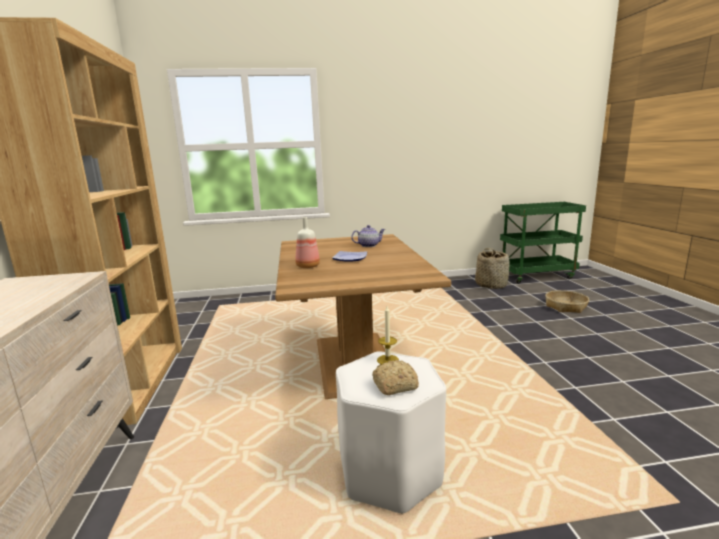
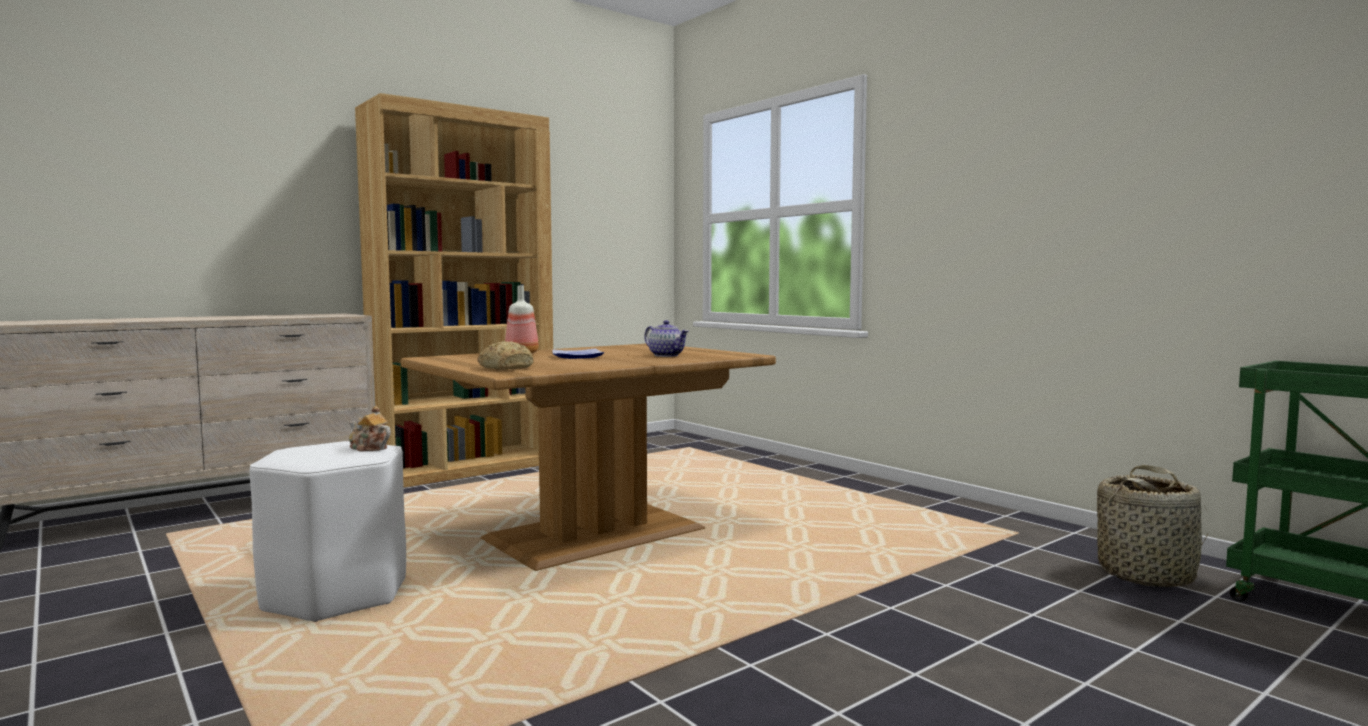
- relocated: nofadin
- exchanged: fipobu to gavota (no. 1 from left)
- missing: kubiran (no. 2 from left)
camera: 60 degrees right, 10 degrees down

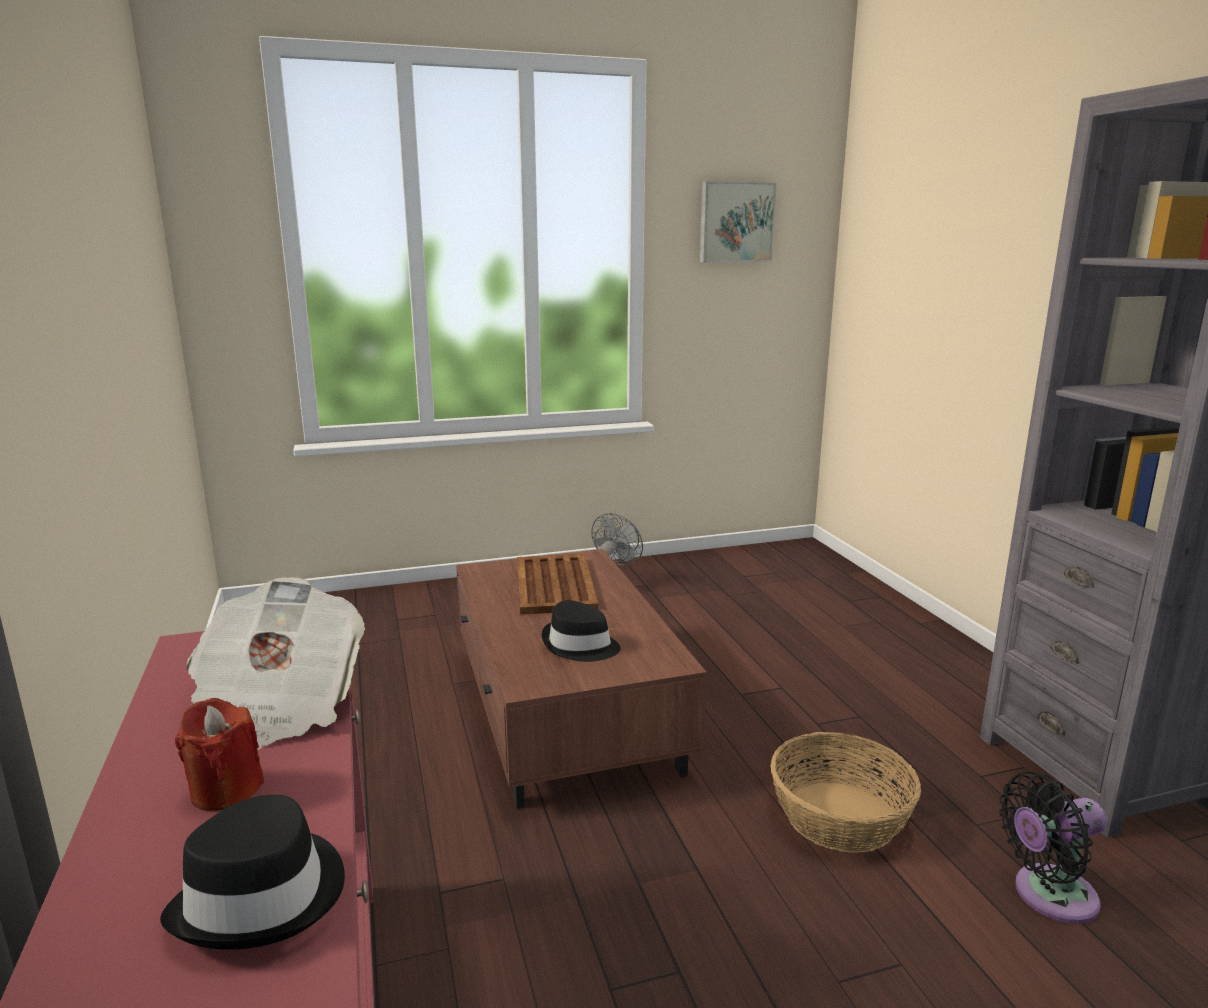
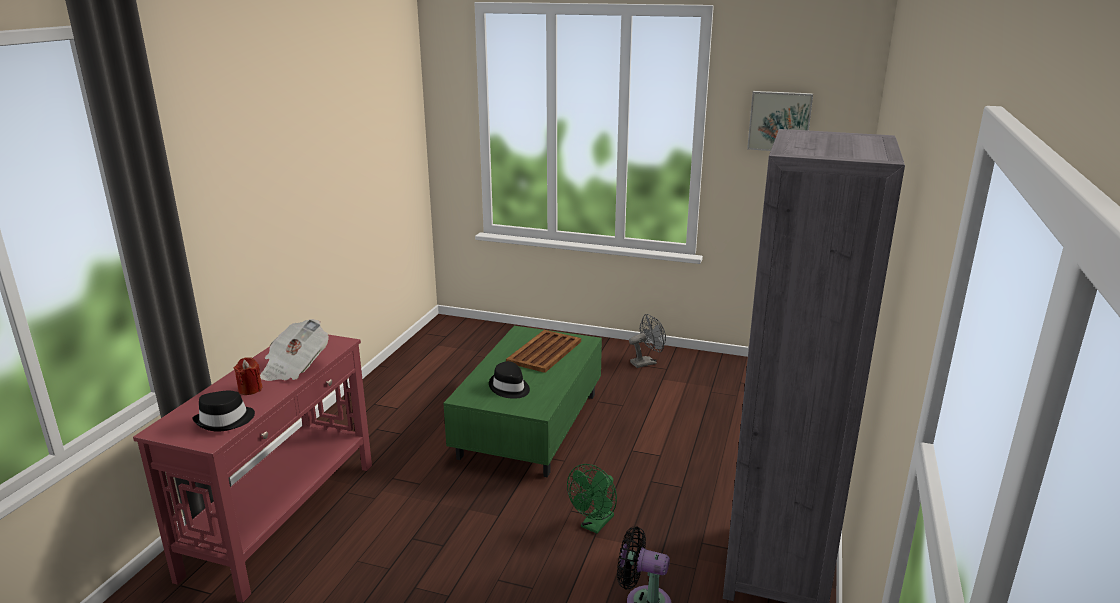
- colour: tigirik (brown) to tigirik (green)
- exchanged: kubiran to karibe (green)
camera: 35 degrees right, 5 degrees up

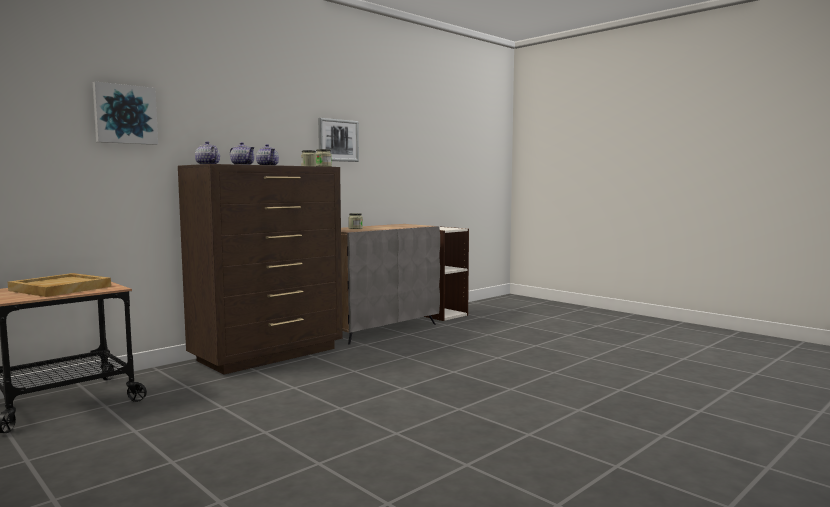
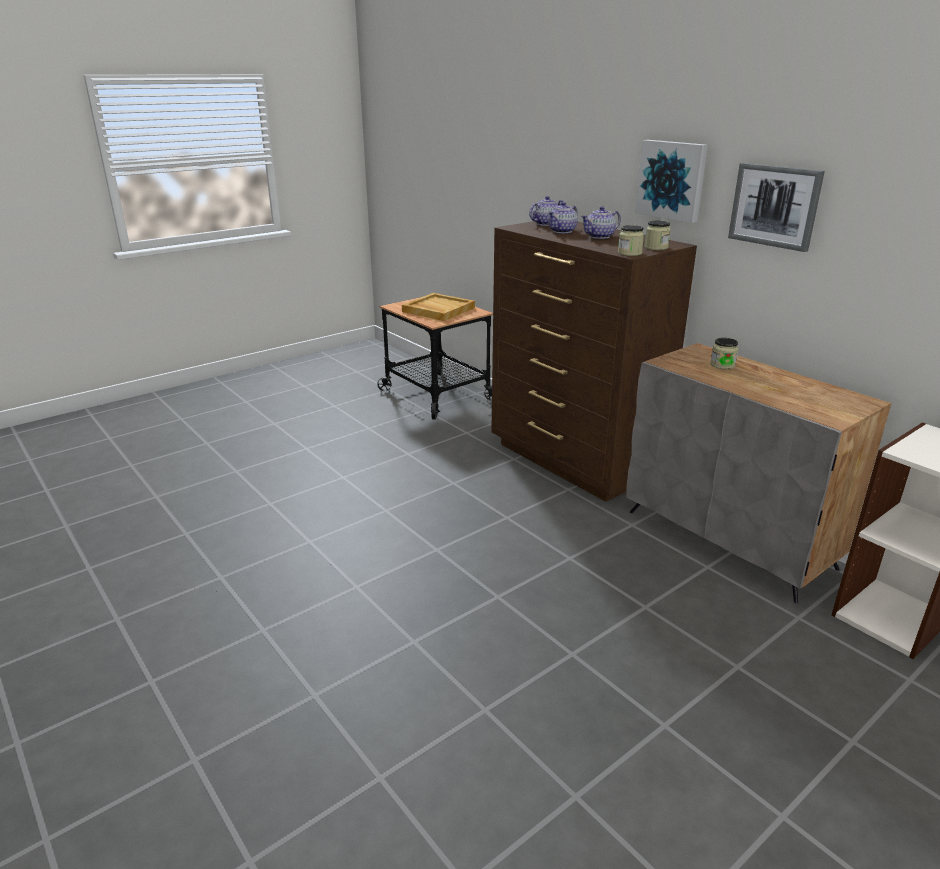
- relocated: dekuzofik (no. 1 from left)
camera: 95 degrees right, 20 degrees up

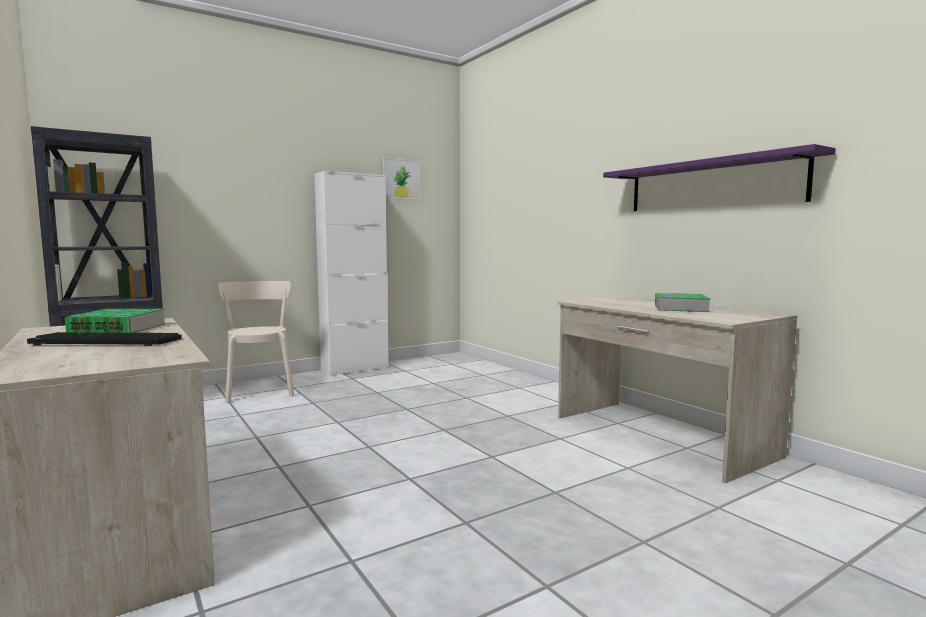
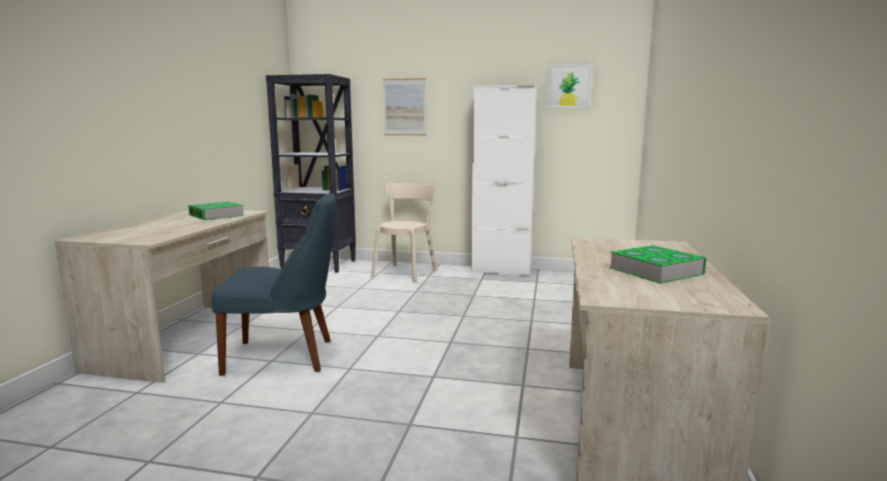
- missing: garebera
- missing: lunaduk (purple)
- appeared: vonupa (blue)
- appeared: dekuzofik (no. 1 from left)
camera: 45 degrees right, 5 degrees up

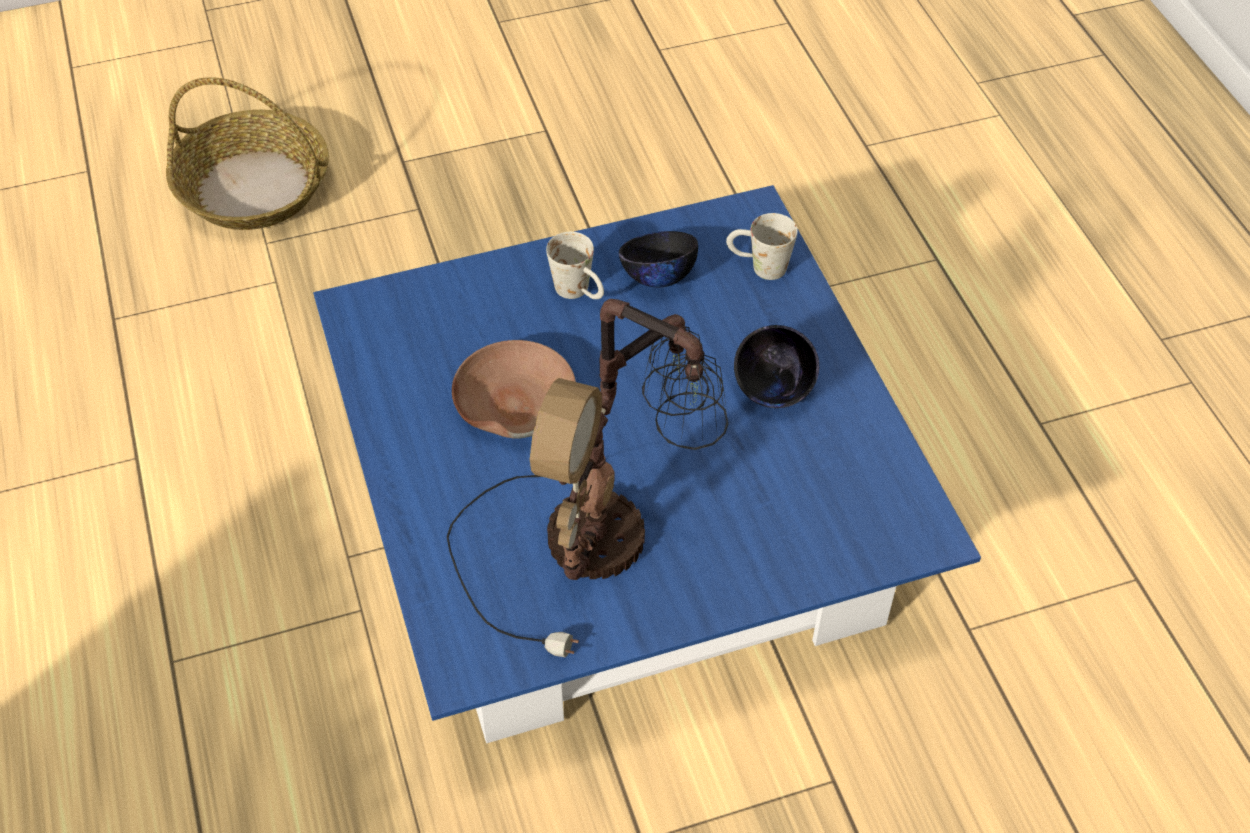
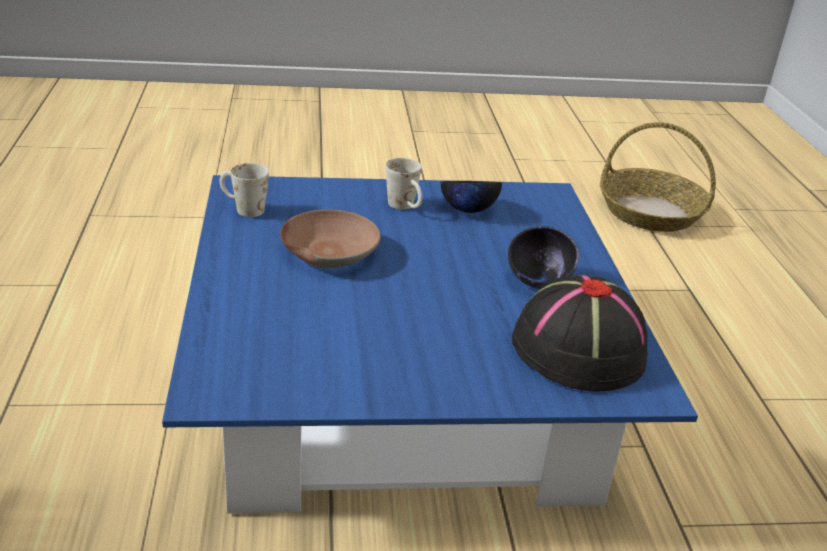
- relocated: kubiran
- missing: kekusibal
- relocated: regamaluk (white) (no. 2 from left in the first image) to regamaluk (white) (no. 1 from left)
- appeared: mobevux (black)
camera: 10 degrees right, 20 degrees down

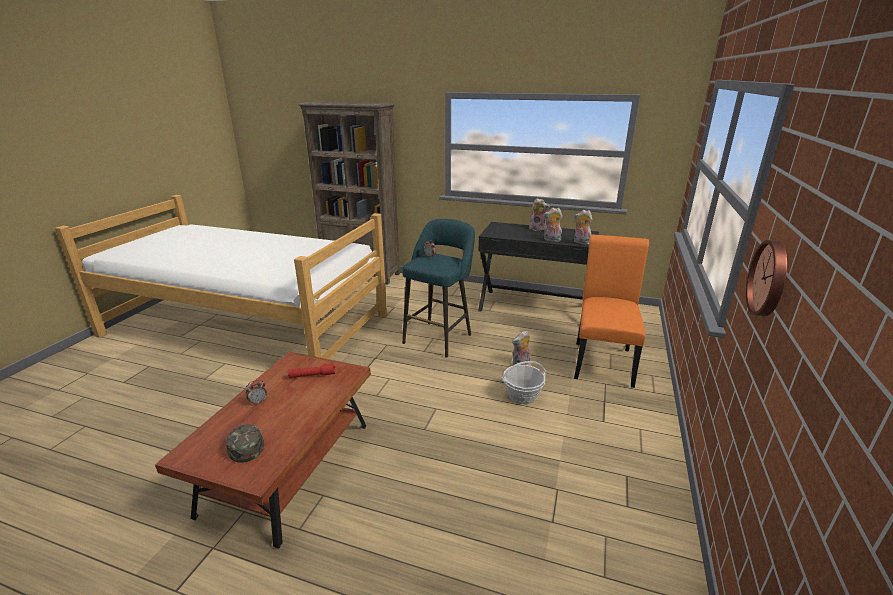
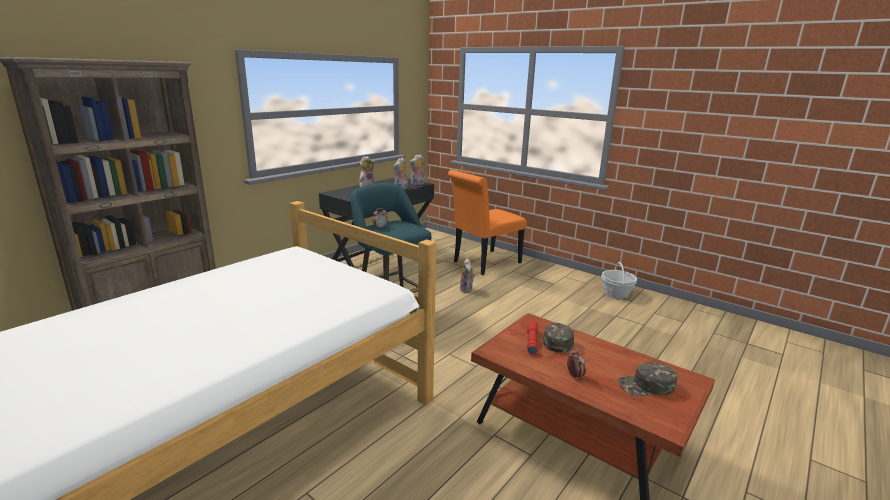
- relocated: kubiran
- spun: vonupa (orange) 75 degrees counterclockwise
- missing: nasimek
- appeared: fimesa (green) (no. 1 from left)
camera: 70 degrees left, 5 degrees down

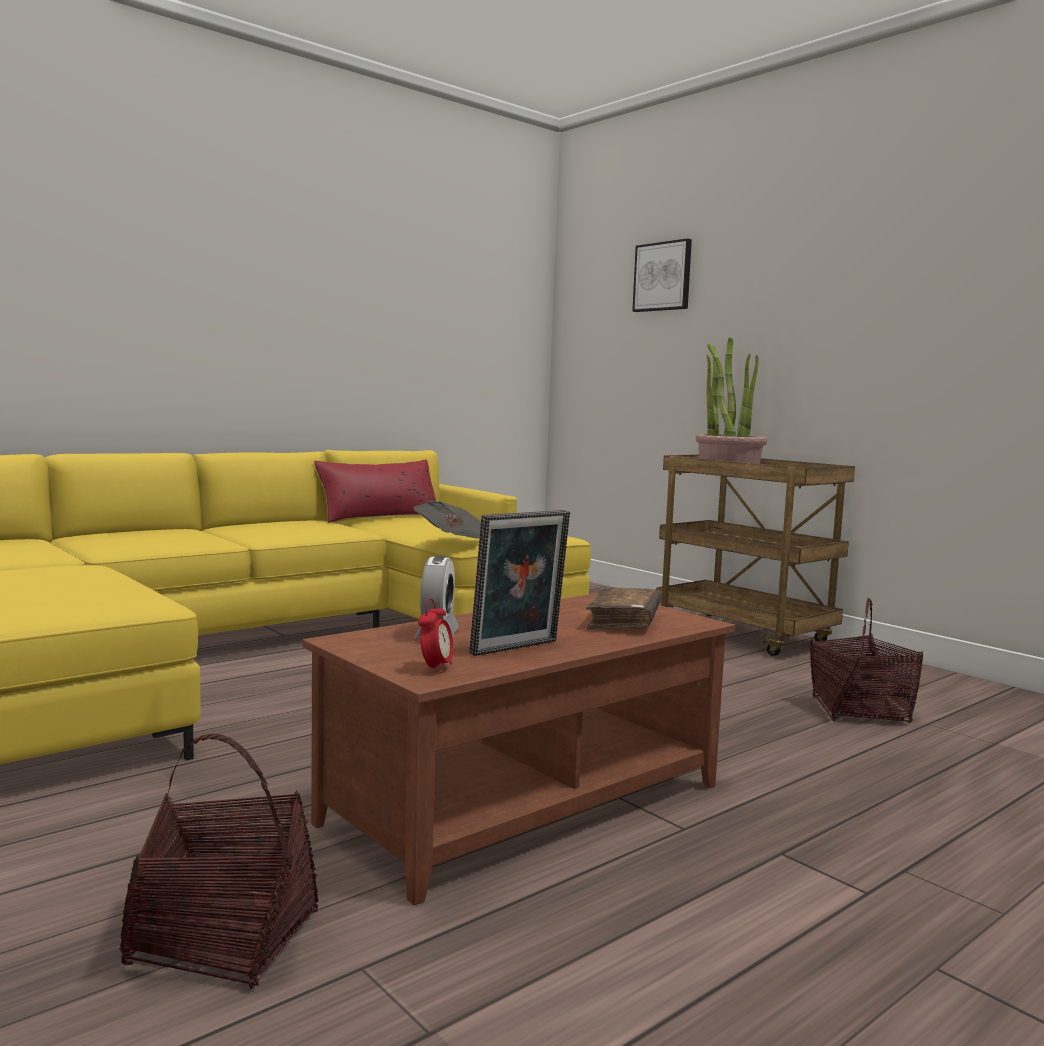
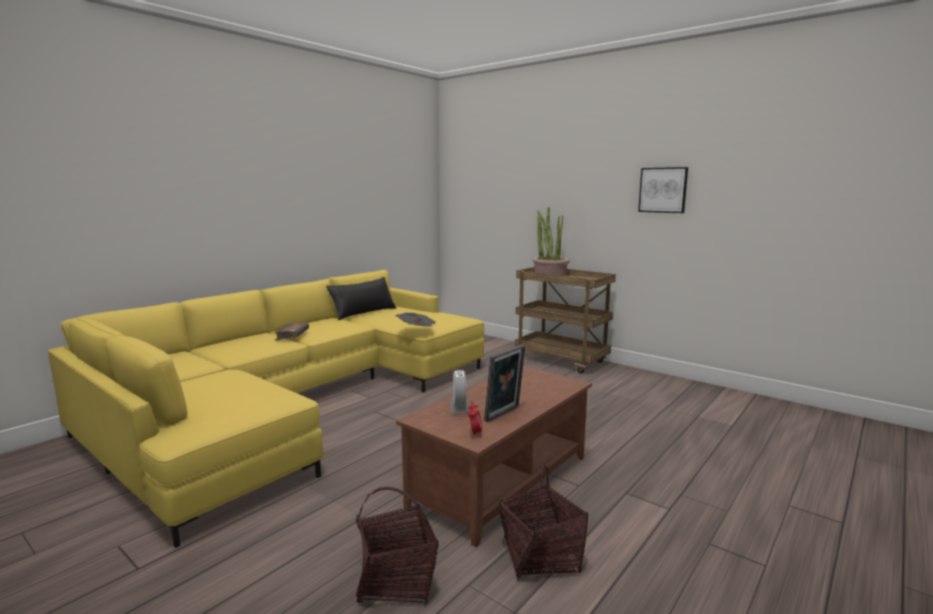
- colour: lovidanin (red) to lovidanin (black)
- relocated: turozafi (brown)
- relocated: dekuzofik
- relocated: kubiran (no. 2 from left)
camera: 10 degrees left, 5 degrees up

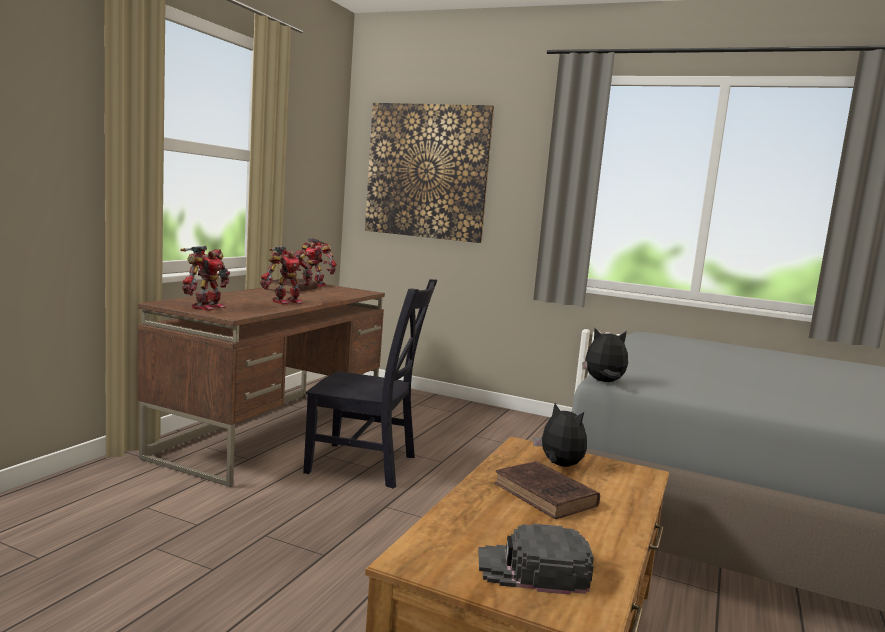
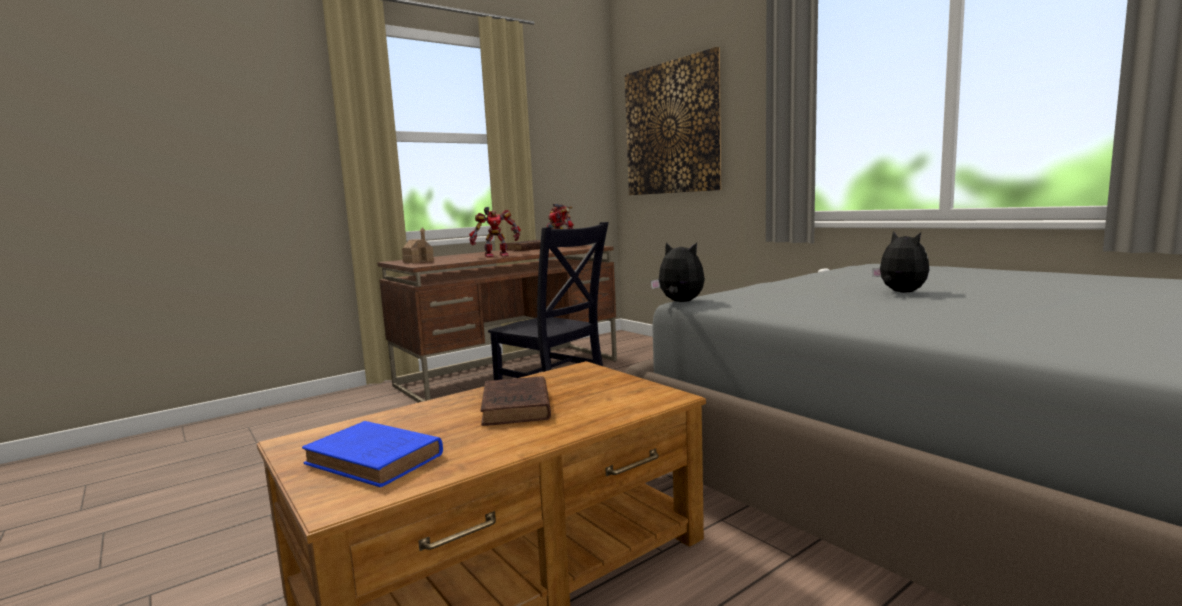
- exchanged: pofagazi (no. 1 from left) to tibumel
- exchanged: fimesa (black) to turozafi (blue)
- relocated: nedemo (no. 1 from left in the first image) to nedemo (no. 2 from left)
camera: 30 degrees right, 0 degrees up

